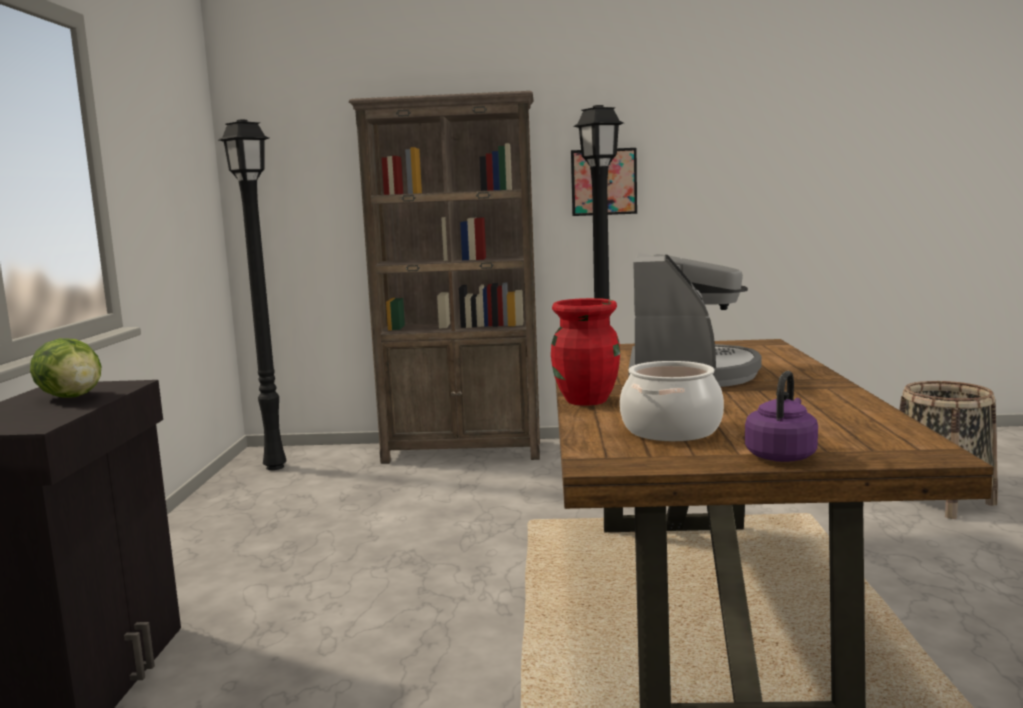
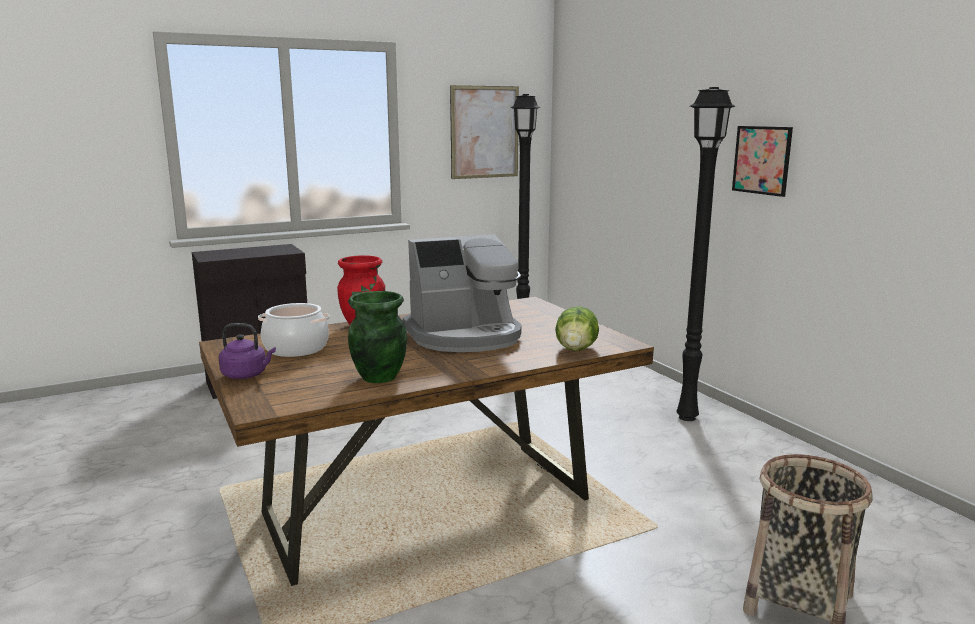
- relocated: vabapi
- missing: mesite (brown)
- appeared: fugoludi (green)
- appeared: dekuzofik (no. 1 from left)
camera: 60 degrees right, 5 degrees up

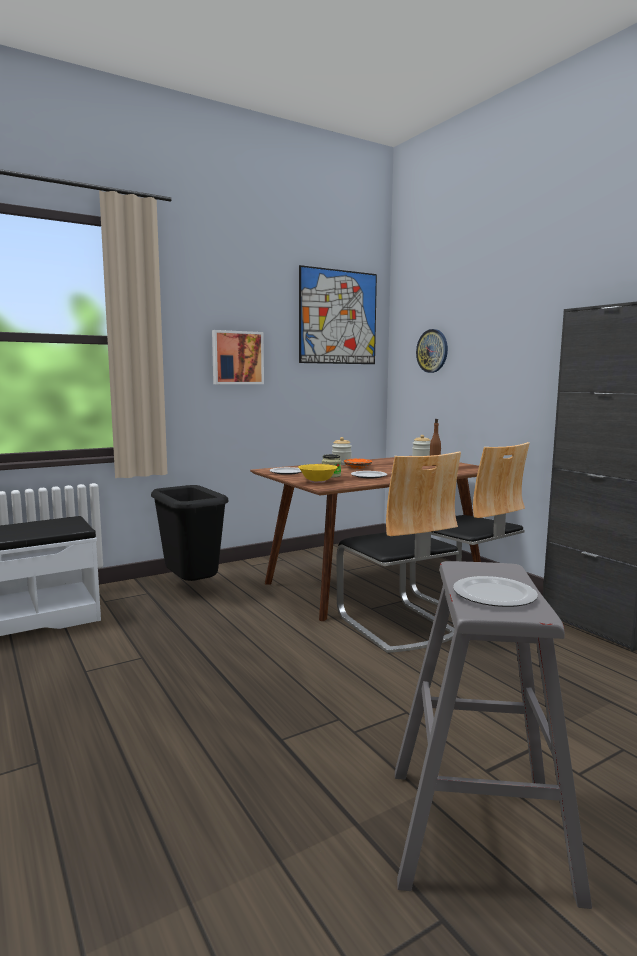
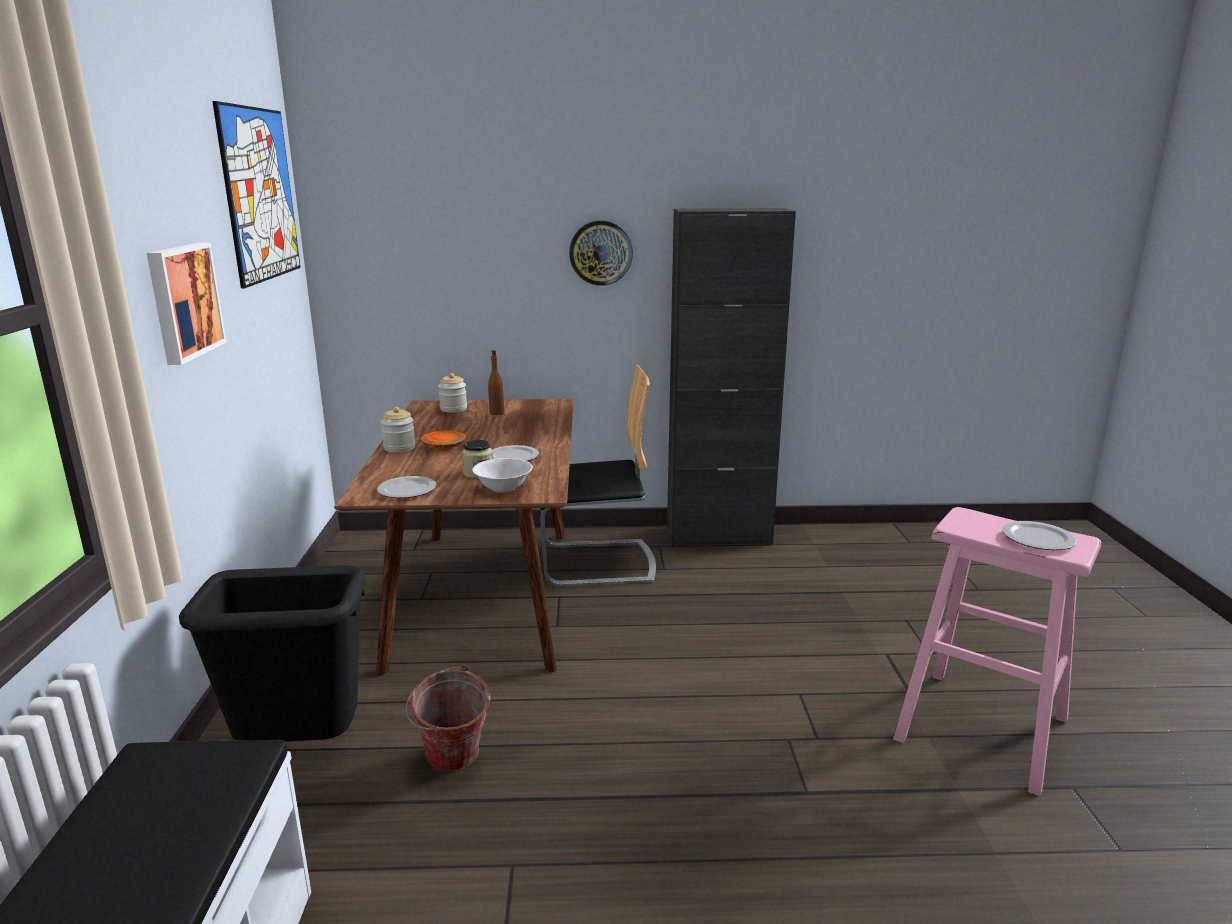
- colour: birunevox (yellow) to birunevox (white)
- missing: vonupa (no. 1 from left)
- colour: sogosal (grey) to sogosal (pink)
- relocated: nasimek
- appeared: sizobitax
camera: 60 degrees left, 10 degrees up

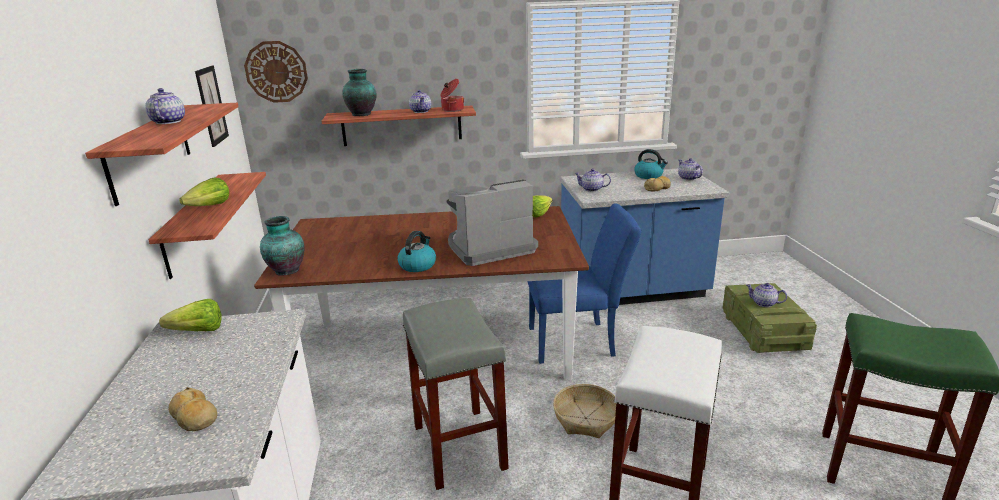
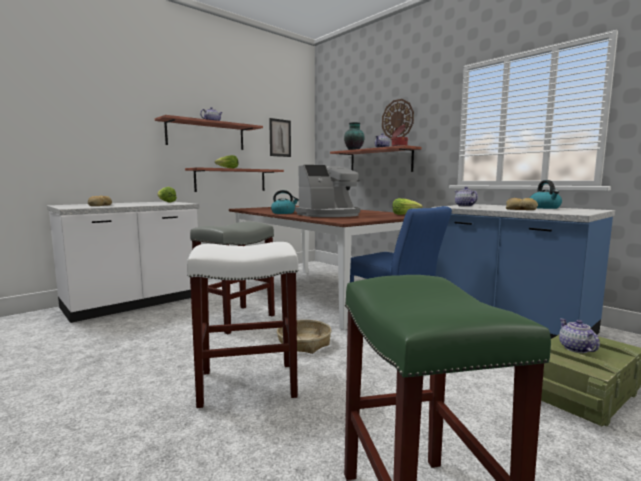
- relocated: nasimek
- missing: fugoludi (no. 1 from left)
- spun: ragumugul 120 degrees clockwise
- missing: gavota (no. 4 from left)
camera: 55 degrees right, 15 degrees down

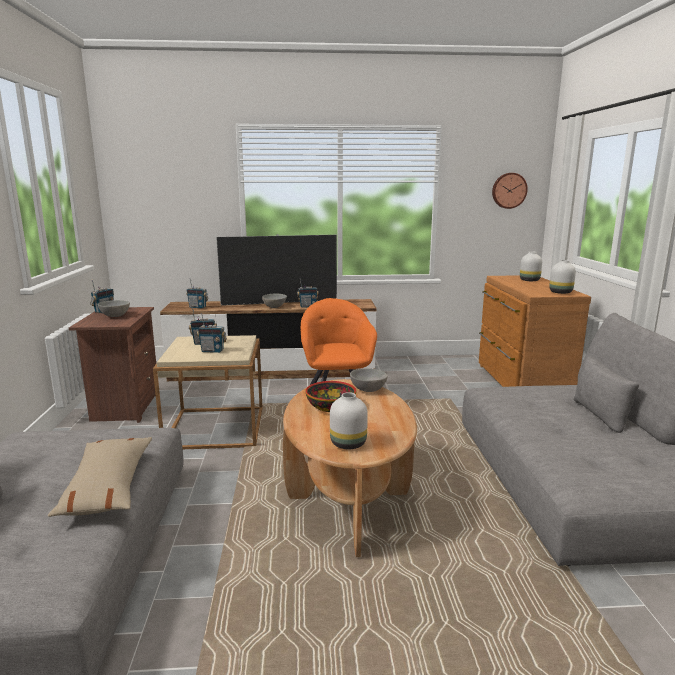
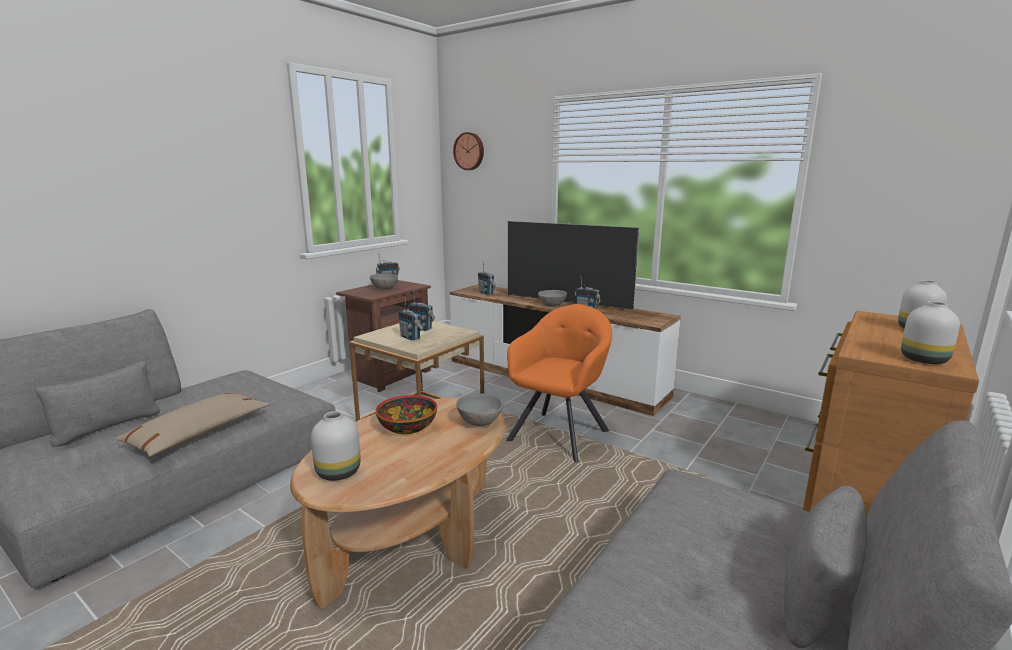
- relocated: nasimek
camera: 40 degrees right, 0 degrees up

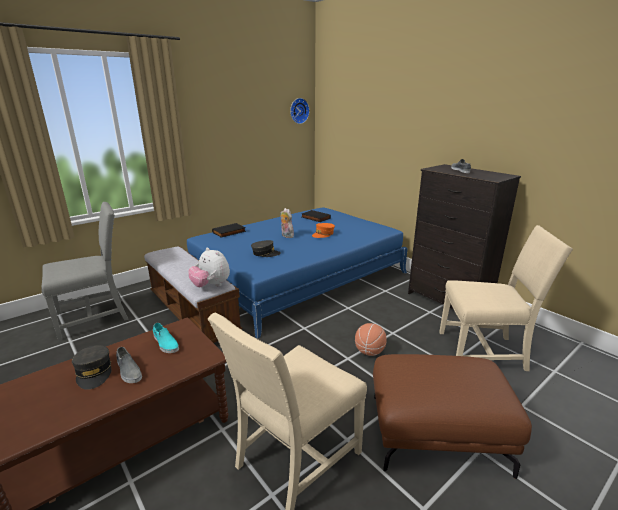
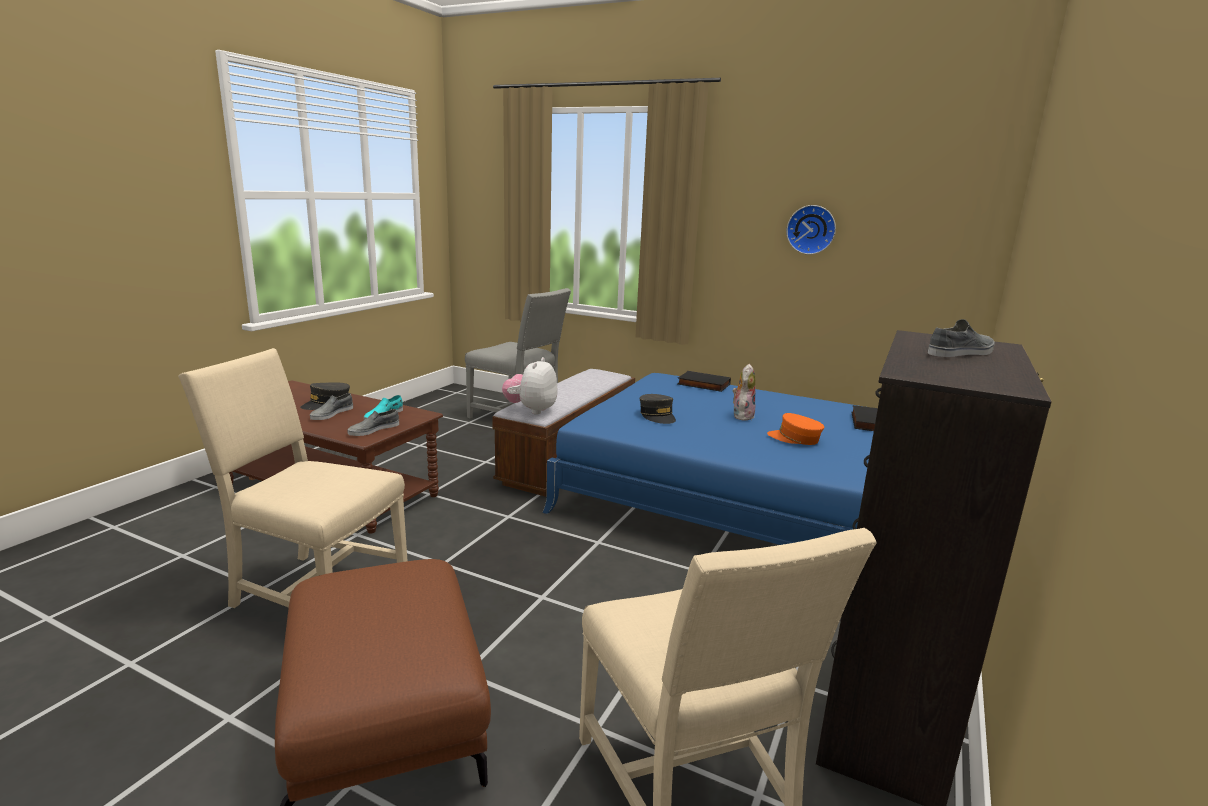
- relocated: nasimek
- missing: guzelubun
- appeared: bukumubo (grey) (no. 2 from left)
camera: 65 degrees right, 5 degrees down

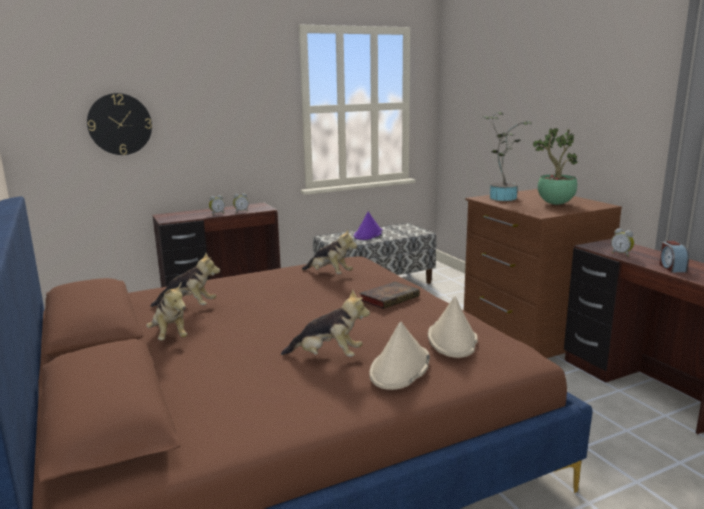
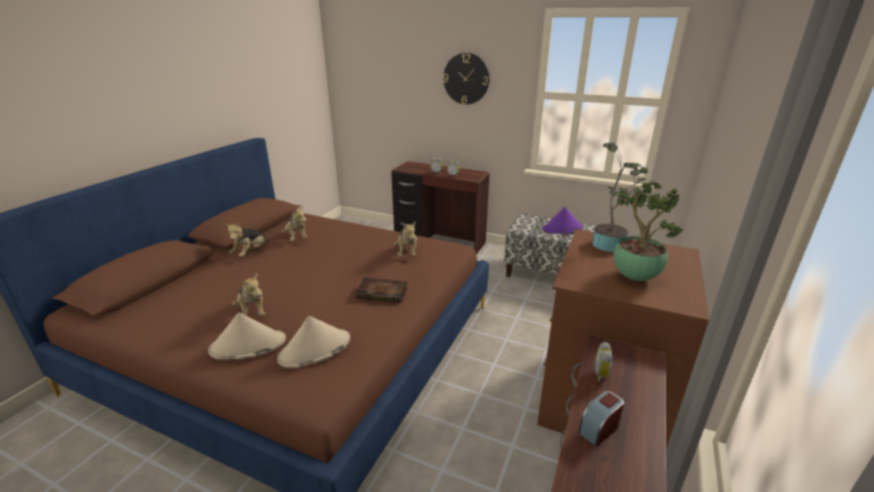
- relocated: nasimek
camera: 50 degrees right, 10 degrees up

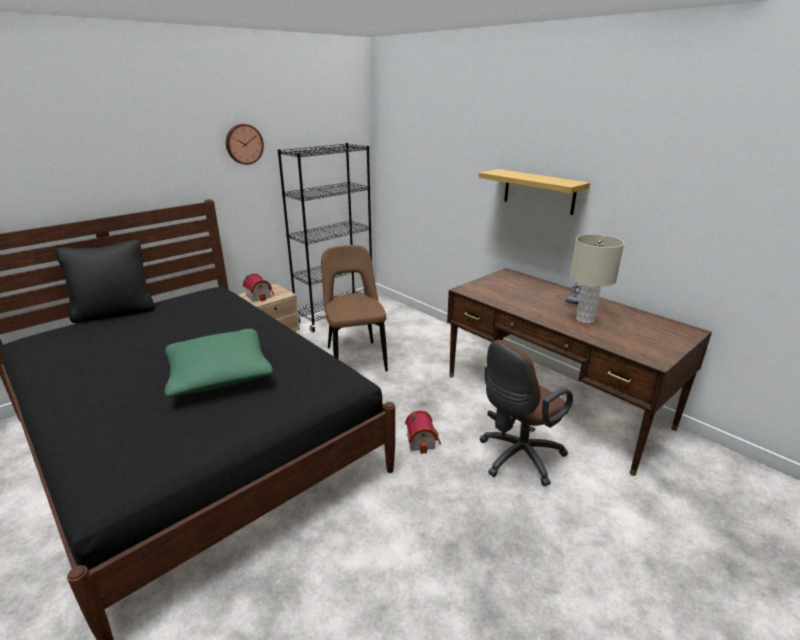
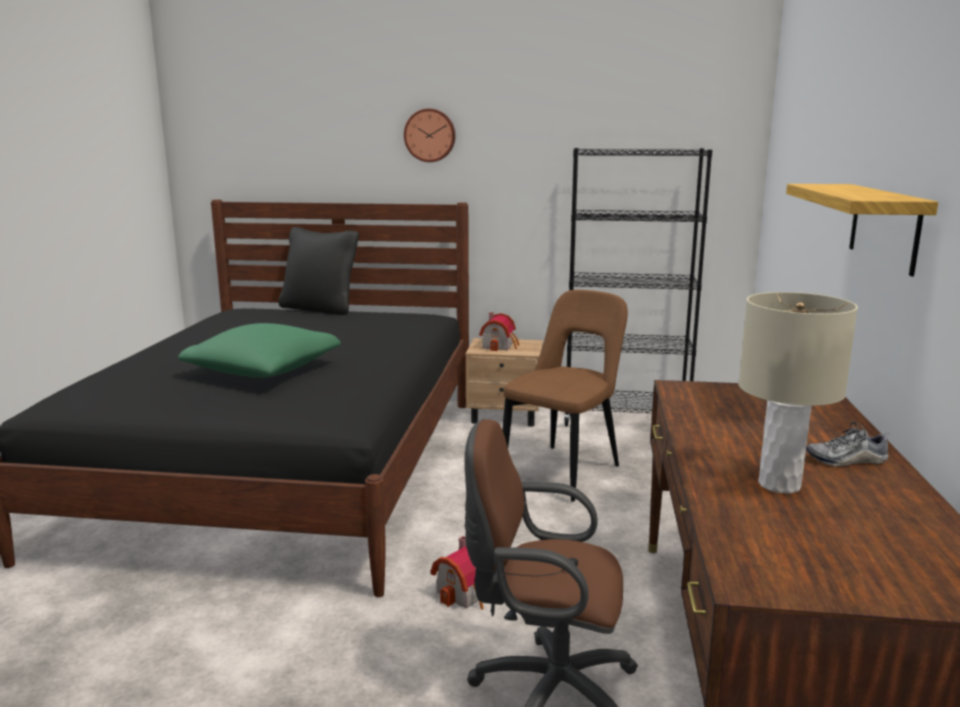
- relocated: nasimek
camera: 50 degrees right, 10 degrees down

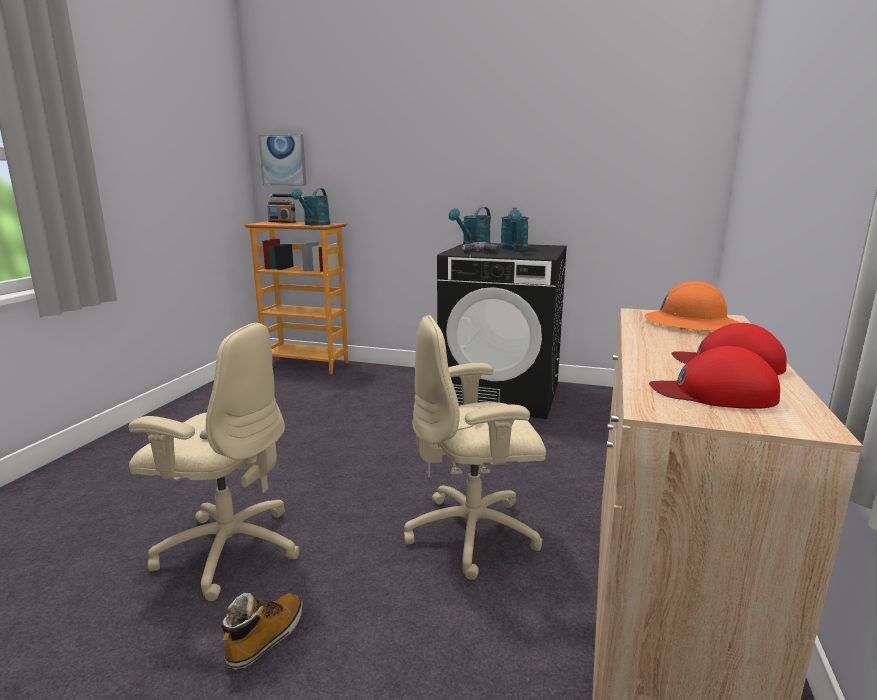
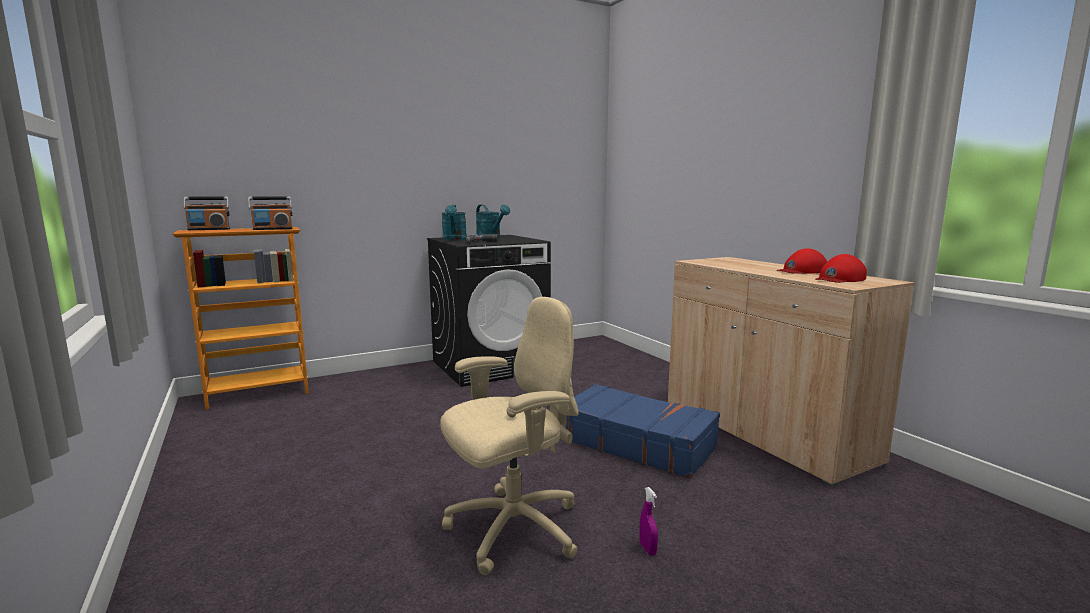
- exchanged: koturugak to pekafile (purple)
- missing: dekuzofik
- exchanged: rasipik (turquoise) (no. 1 from left) to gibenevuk (no. 2 from left)
- exchanged: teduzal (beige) (no. 2 from left) to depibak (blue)
- missing: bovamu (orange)
camera: 45 degrees left, 5 degrees down

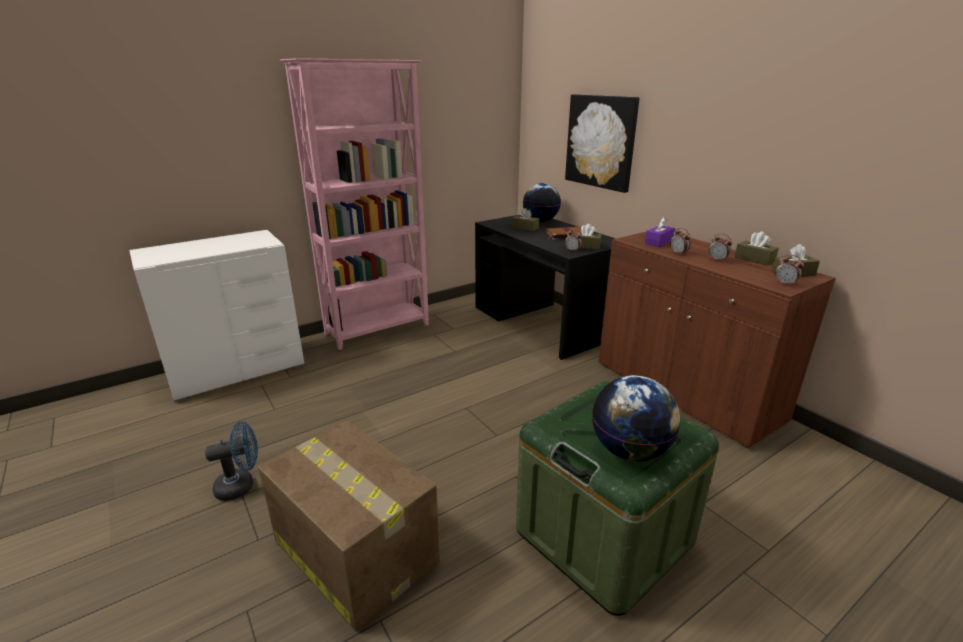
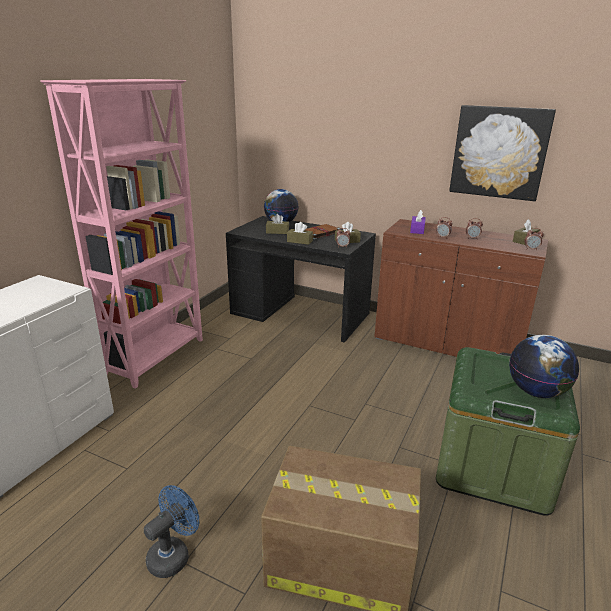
- relocated: dekuzofik
- relocated: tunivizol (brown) (no. 3 from left in the first image) to tunivizol (brown) (no. 2 from left)
camera: 30 degrees left, 0 degrees up

